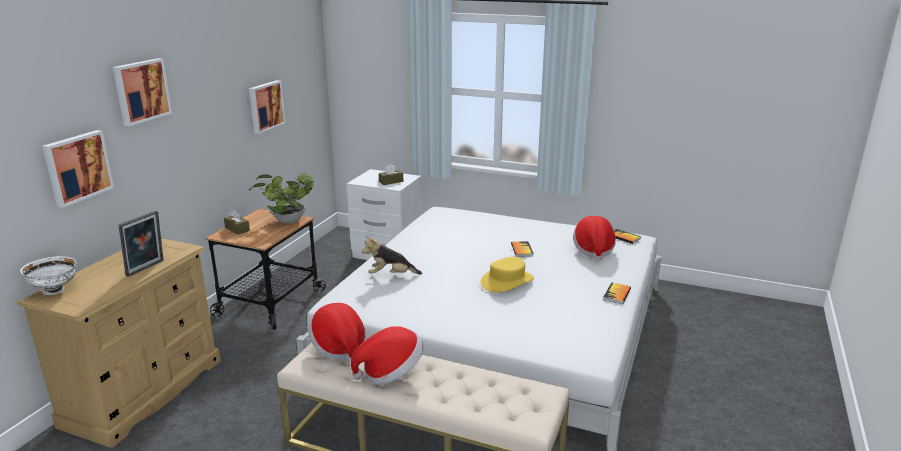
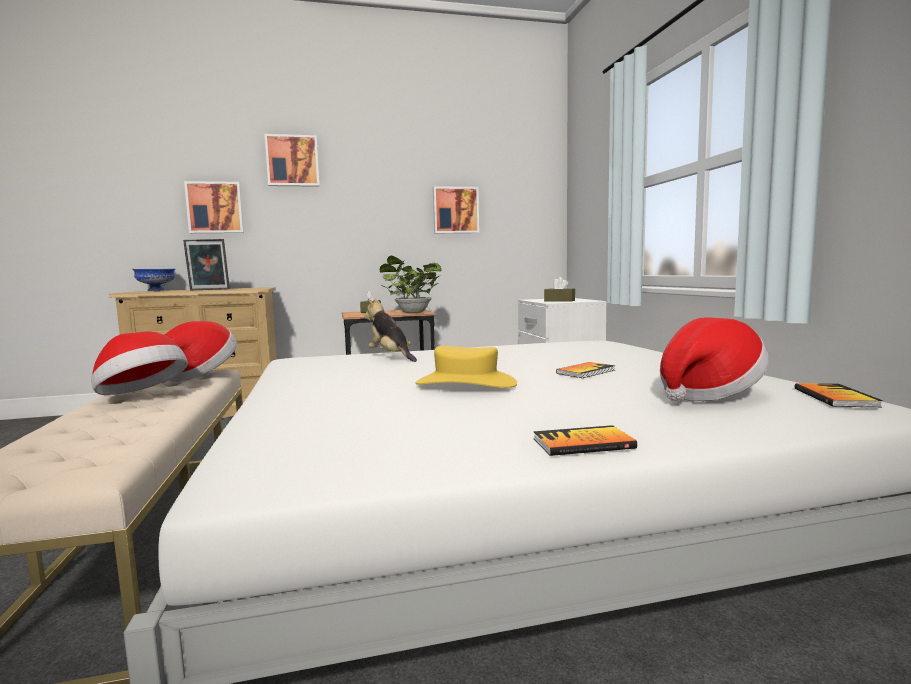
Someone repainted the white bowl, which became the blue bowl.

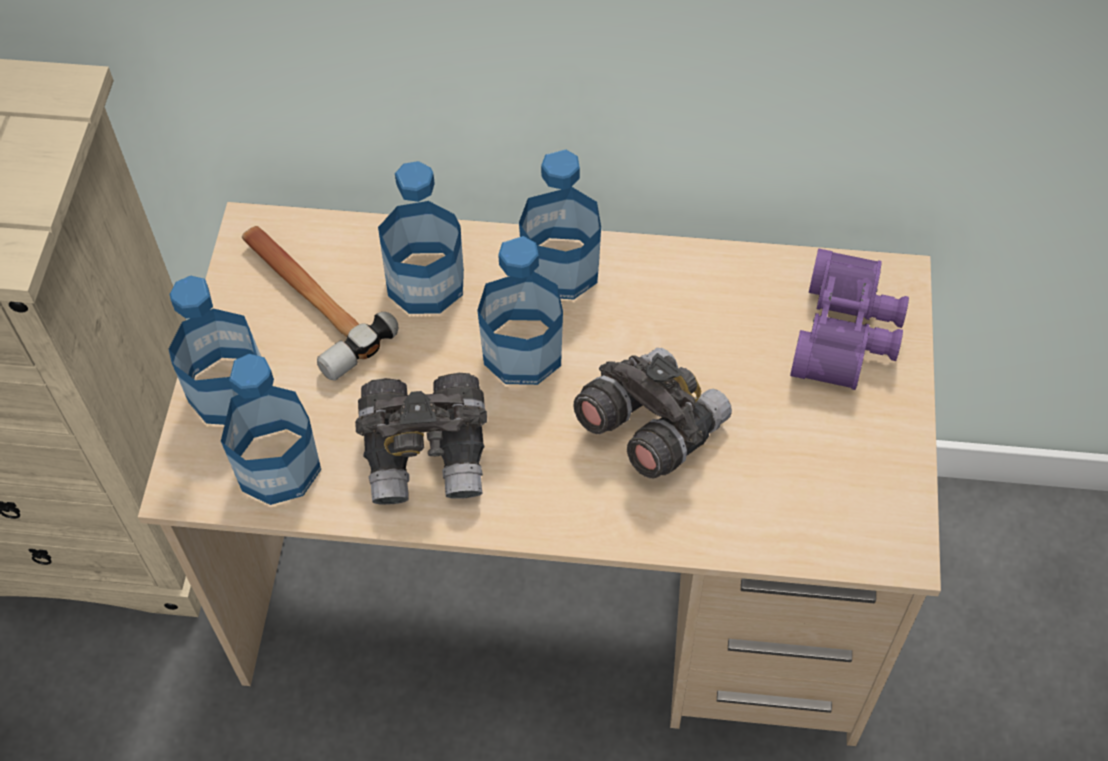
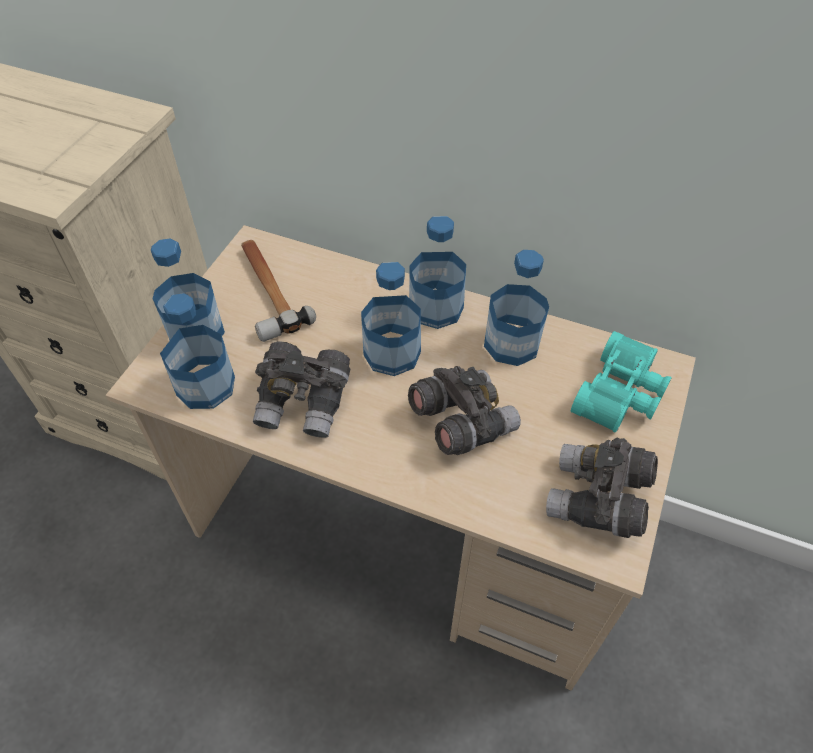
Someone put down the grey binoculars (no. 3 from left).
Someone carried the bottle (no. 3 from left in the first image).
Someone repainted the purple binoculars, which became the turquoise binoculars.

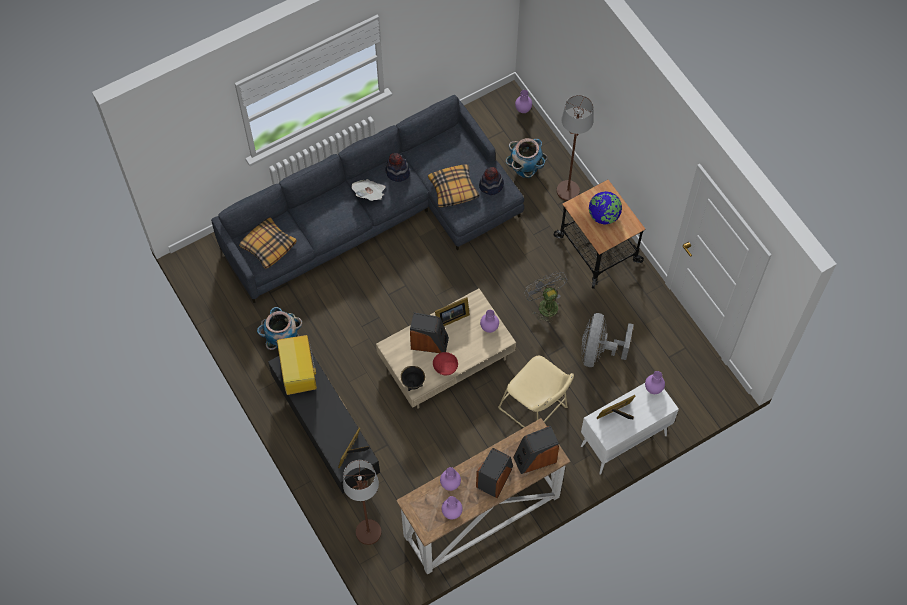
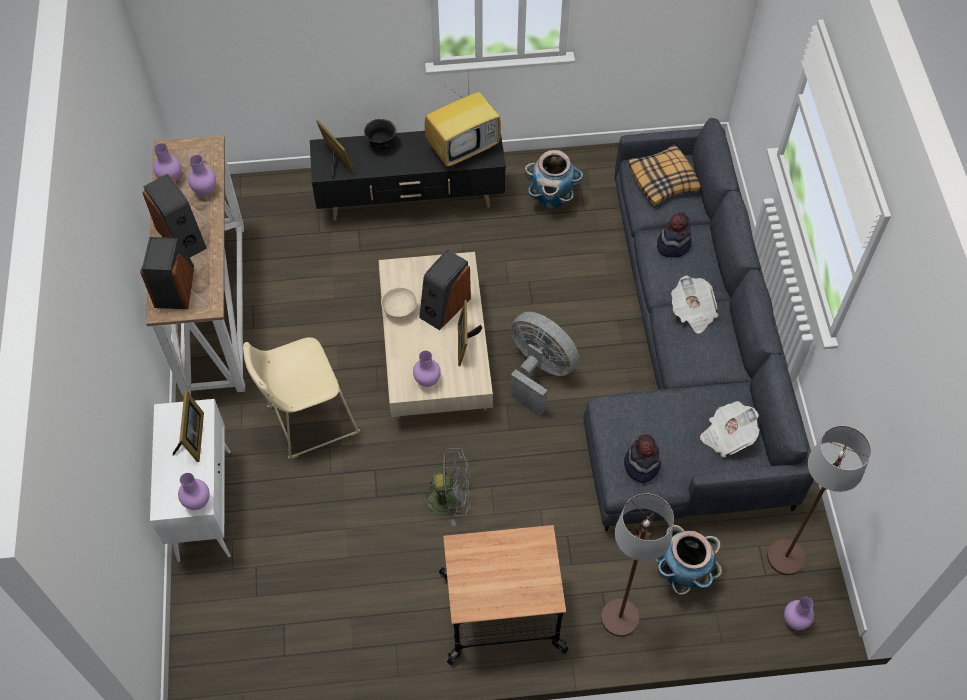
Someone took away the pillow (no. 2 from left).
Someone took away the globe.
Someone put down the newspaper (no. 2 from left).
Someone carried the brown floor lamp (no. 1 from left in the first image).
Someone carried the hat (no. 1 from left in the first image).
Someone carried the black bowl.
Someone carried the grey fan (no. 2 from left).
Someone repainted the red bowl, which became the beige bowl.
Someone rotated the television by 135 degrees clockwise.

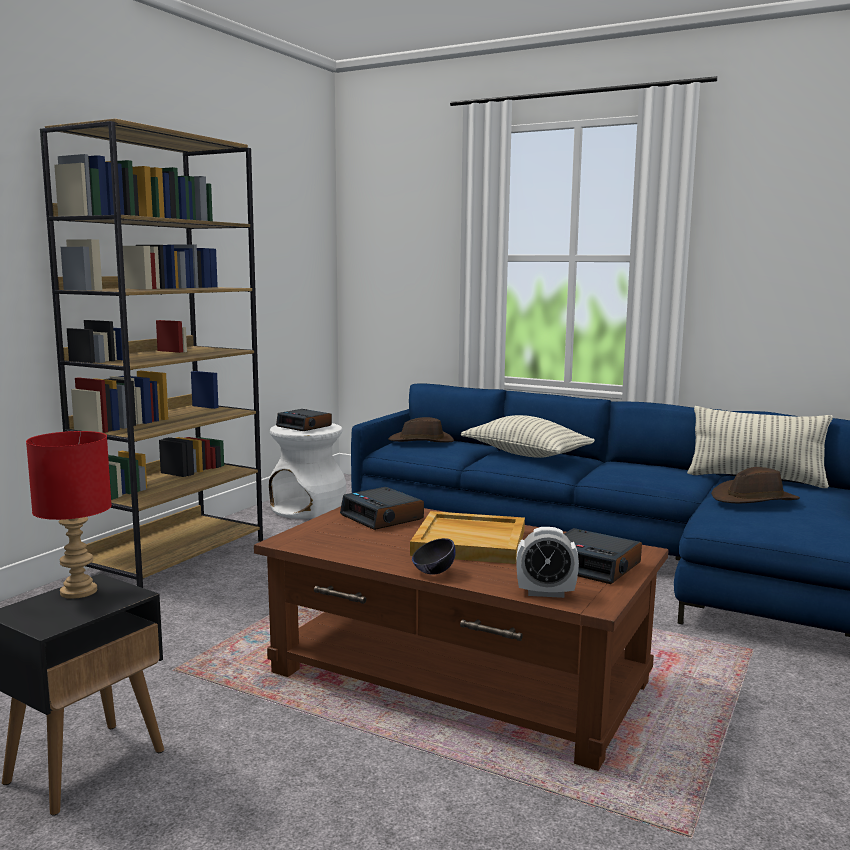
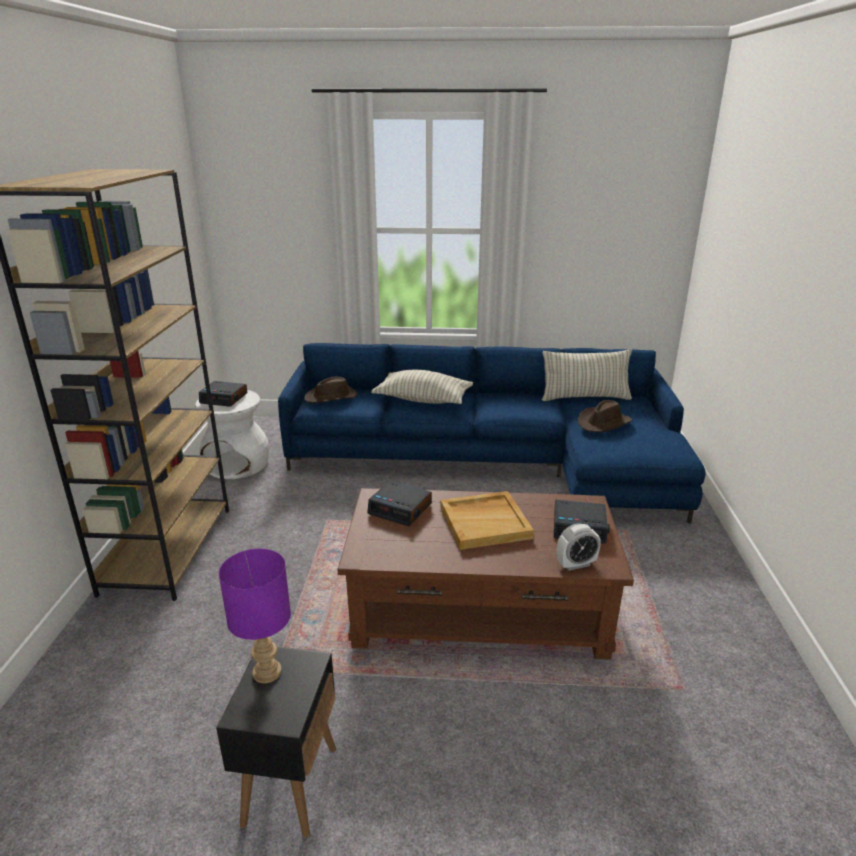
Someone took away the black bowl.
Someone repainted the red table lamp, which became the purple table lamp.

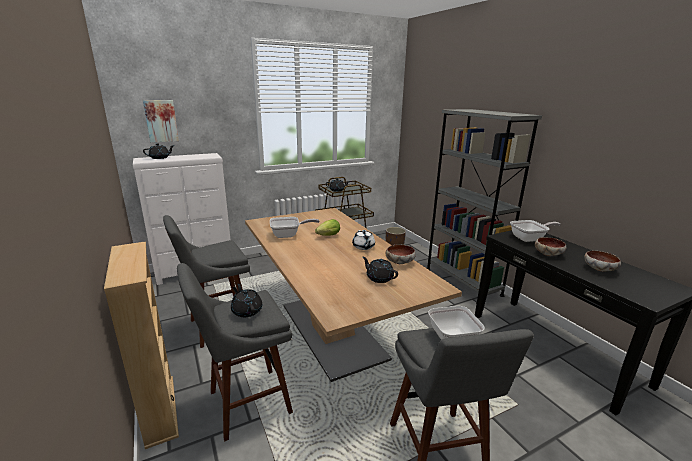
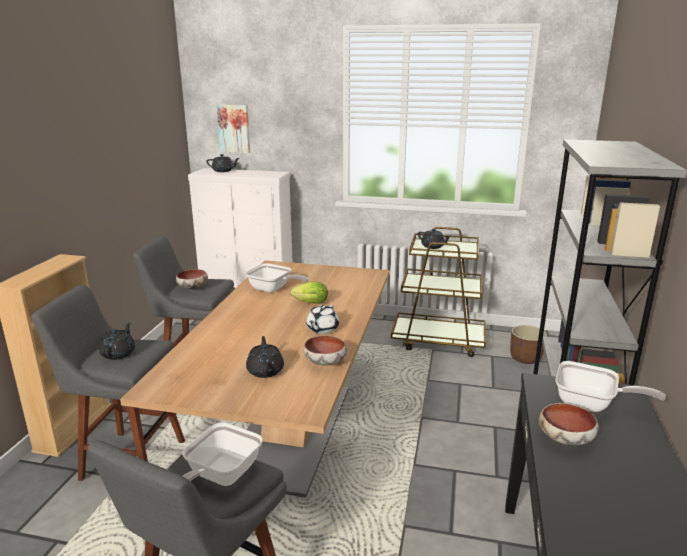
Someone carried the bowl (no. 3 from left in the first image).

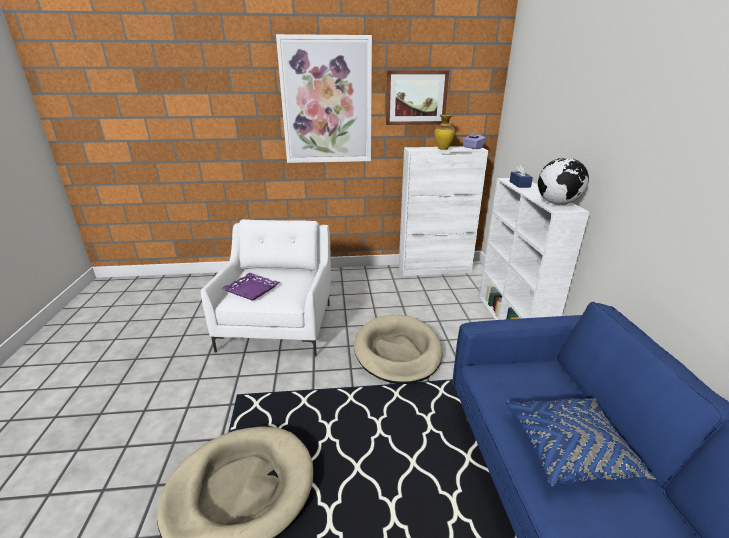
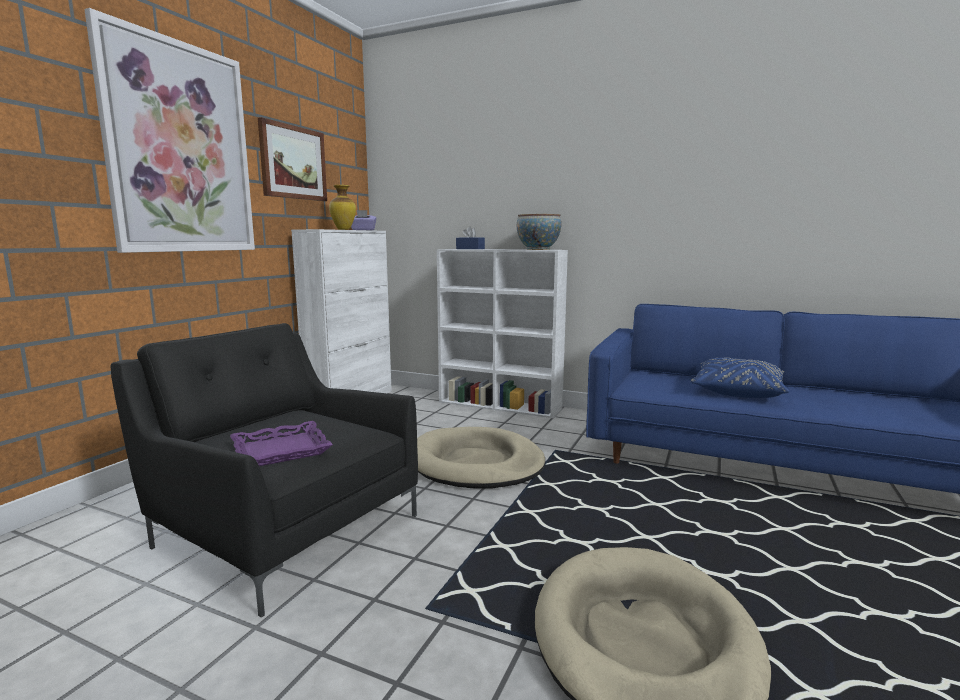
Someone swapped the globe for the bowl.
Someone repainted the white armchair, which became the black armchair.

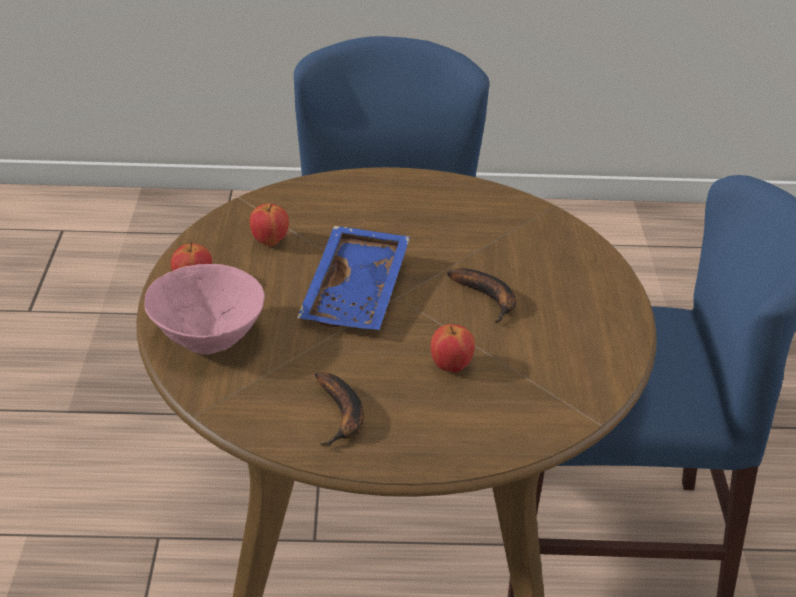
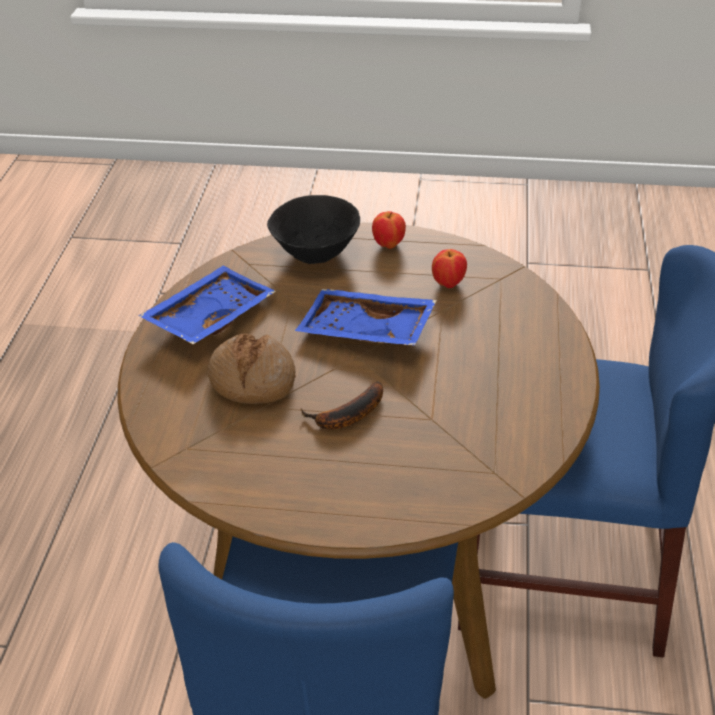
Someone swapped the banana (no. 1 from left) for the blue tray (no. 1 from left).
Someone swapped the apple (no. 3 from left) for the bread.
Someone repainted the pink bowl, which became the black bowl.

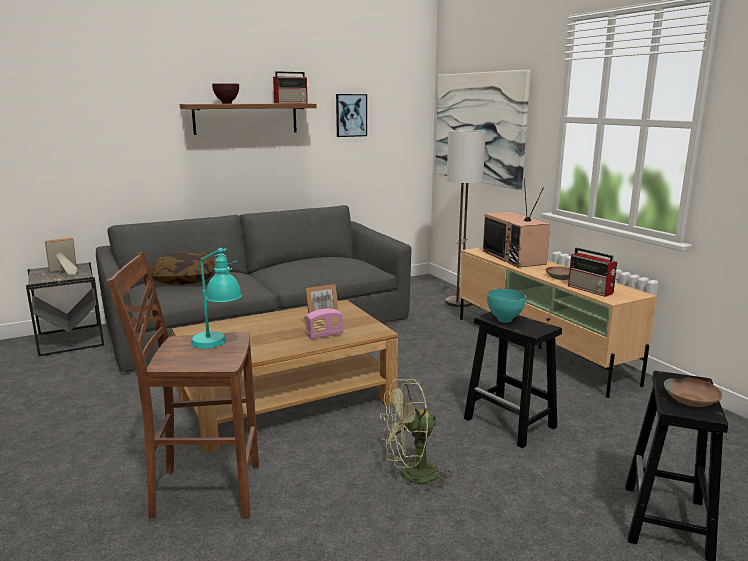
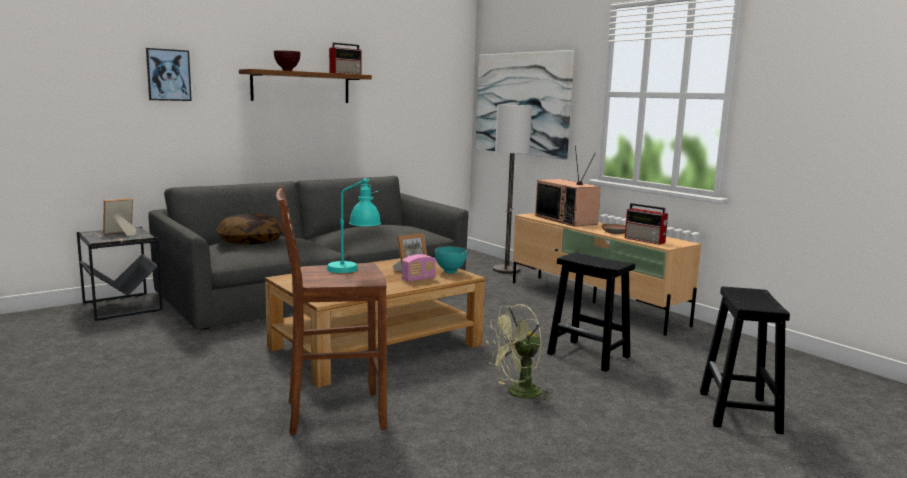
Someone took away the brown bowl (no. 3 from left).
Someone carried the picture (no. 1 from left).
Someone carried the turquoise bowl.

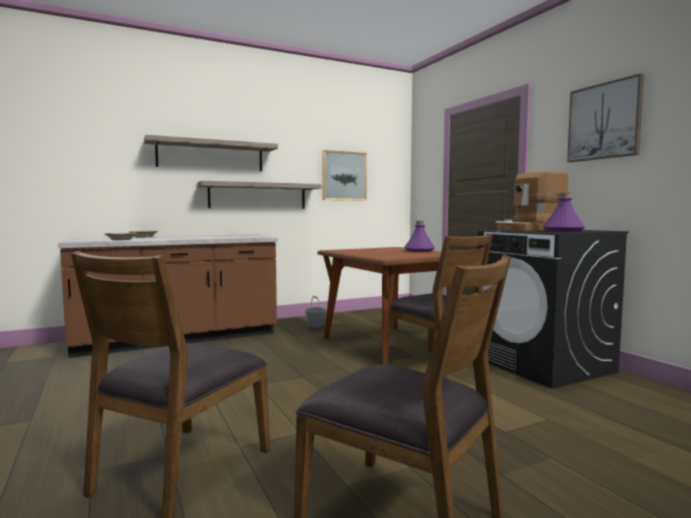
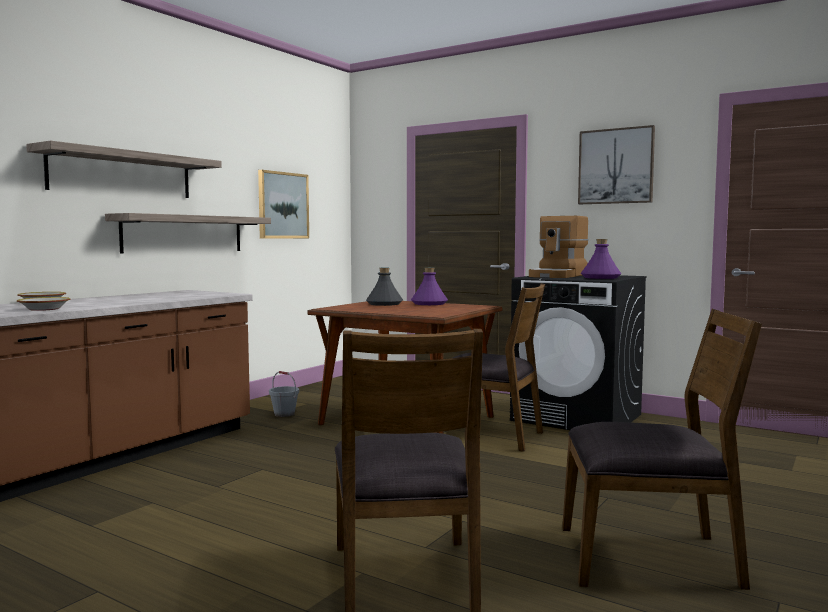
Someone put down the grey bottle.

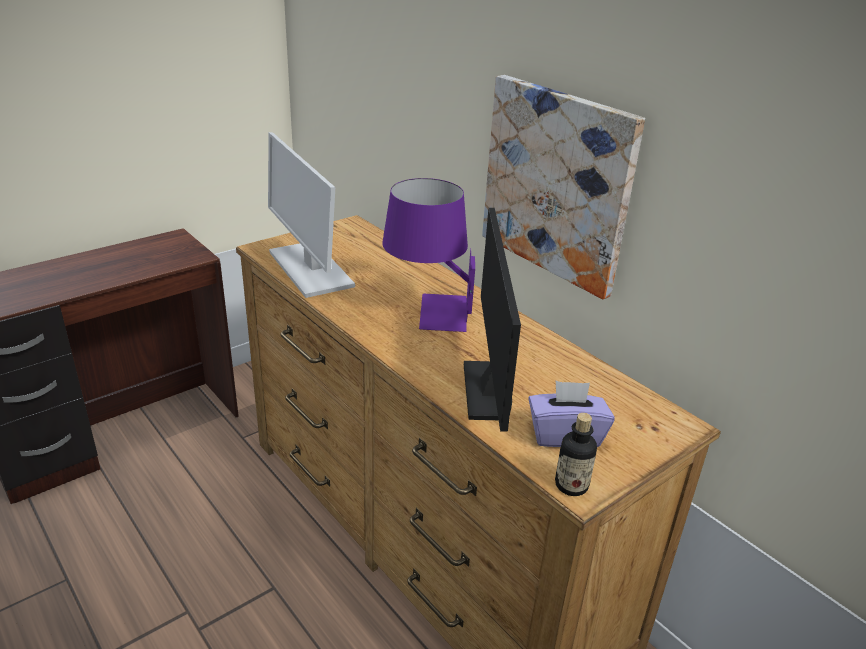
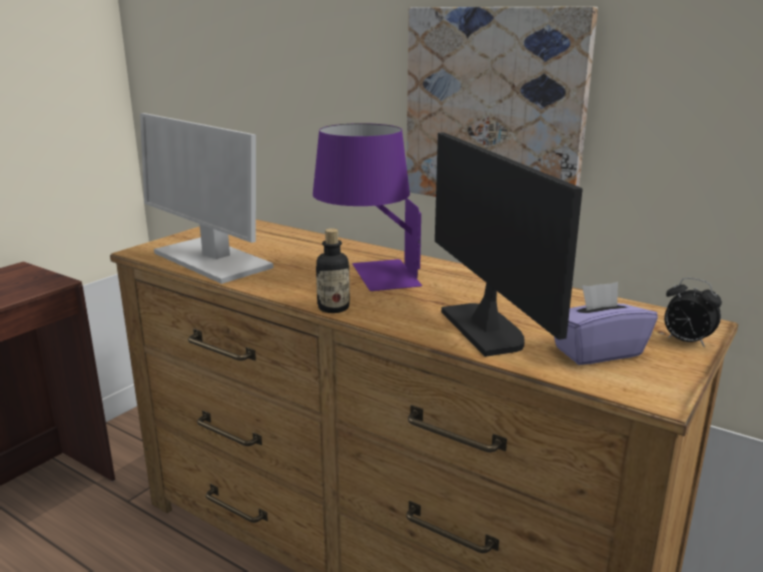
Someone put down the alarm clock.
Someone carried the bottle.

